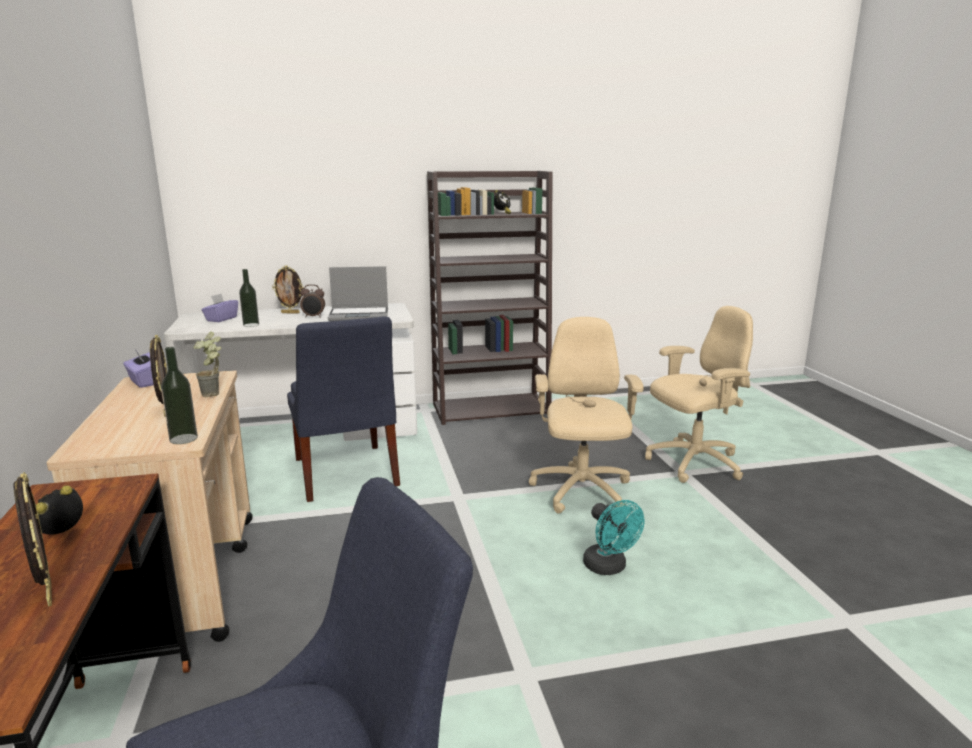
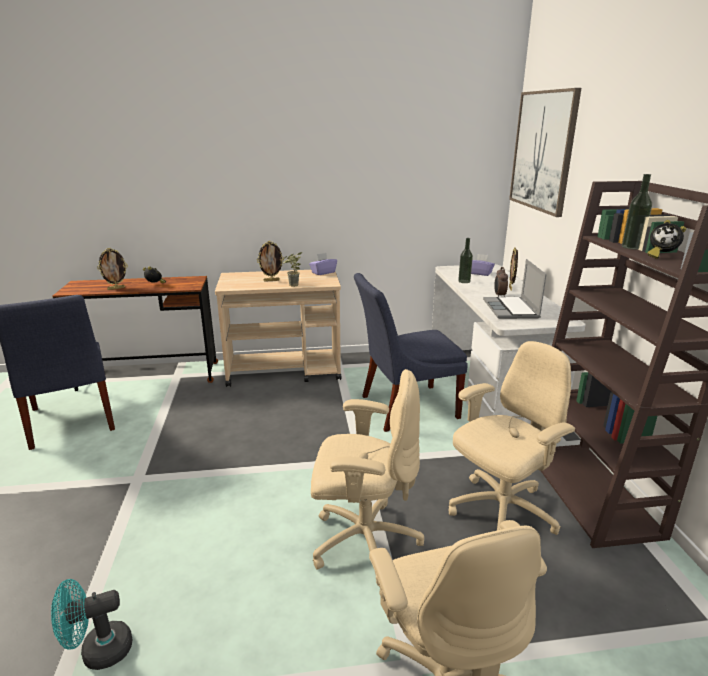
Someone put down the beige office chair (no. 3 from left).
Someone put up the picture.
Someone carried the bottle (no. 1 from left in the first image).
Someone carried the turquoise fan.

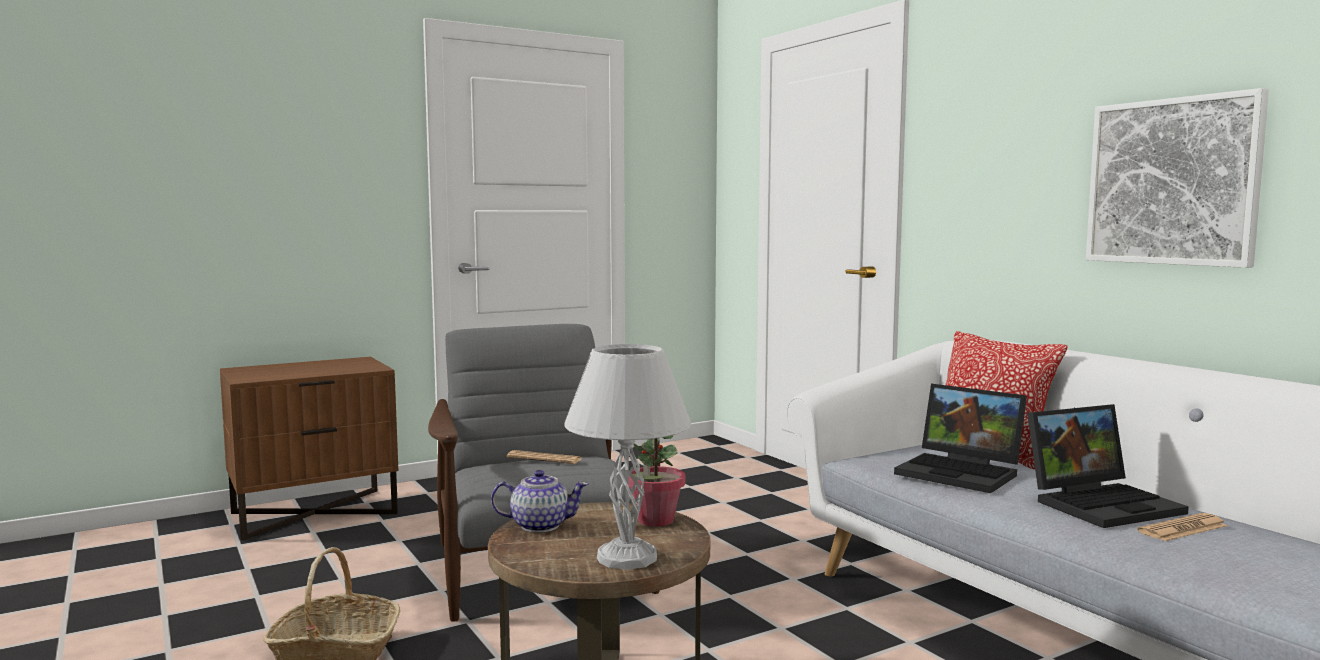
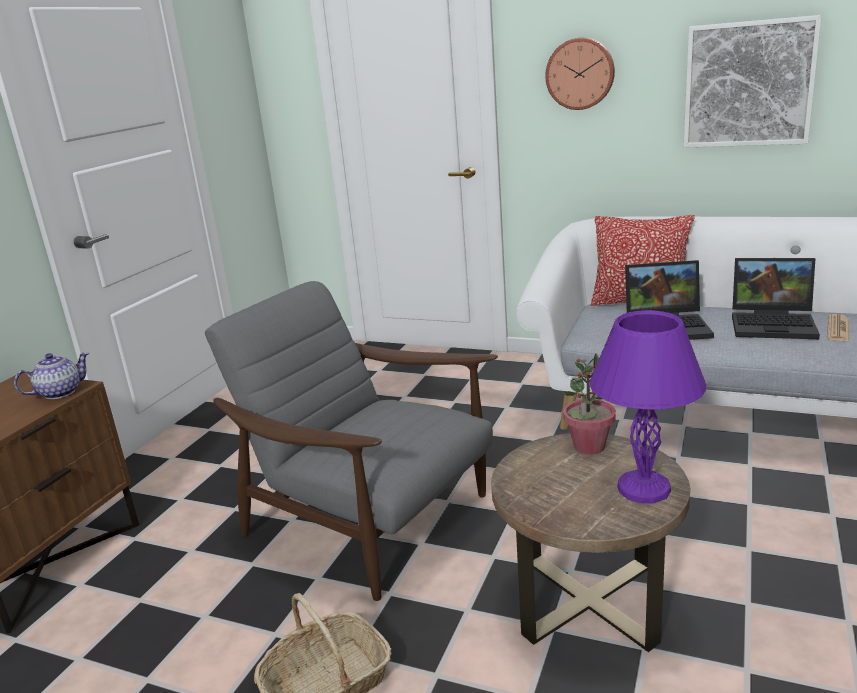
Someone took away the newspaper (no. 1 from left).
Someone put up the wall clock.
Someone carried the teapot.
Someone repainted the white table lamp, which became the purple table lamp.
Someone rotated the laptop (no. 2 from left) by 75 degrees clockwise.

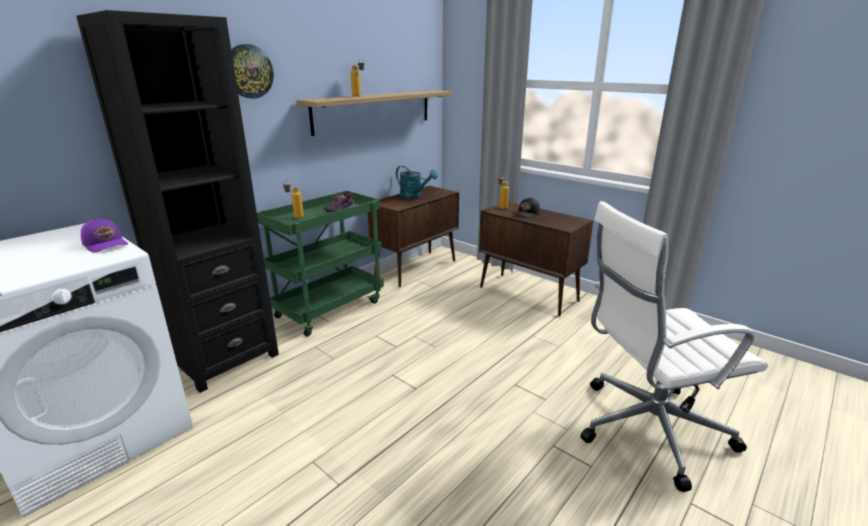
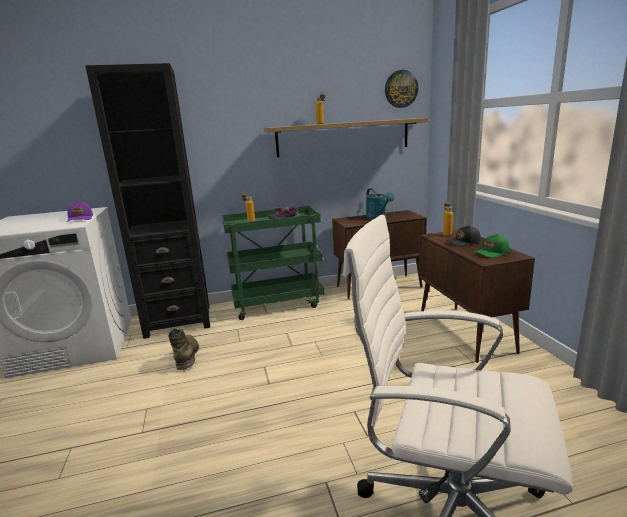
Someone put down the green boot.
Someone put down the green cap.
Someone carried the wall clock.

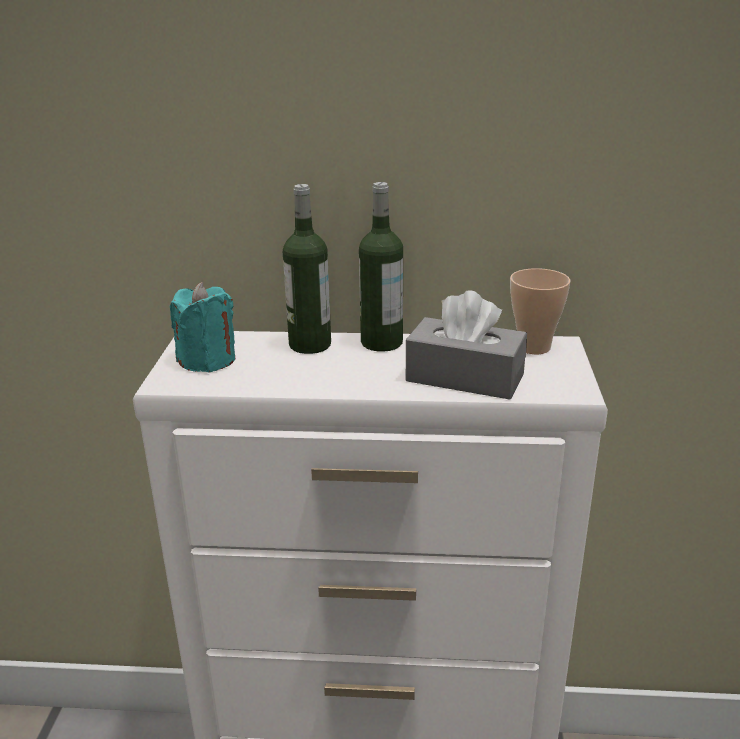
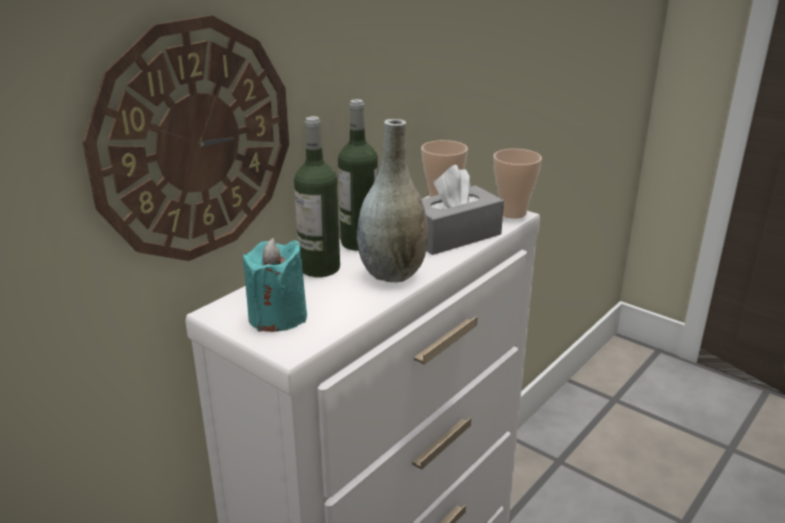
Someone put up the wall clock.
Someone put down the grey vase.
Someone put down the cup (no. 2 from left).

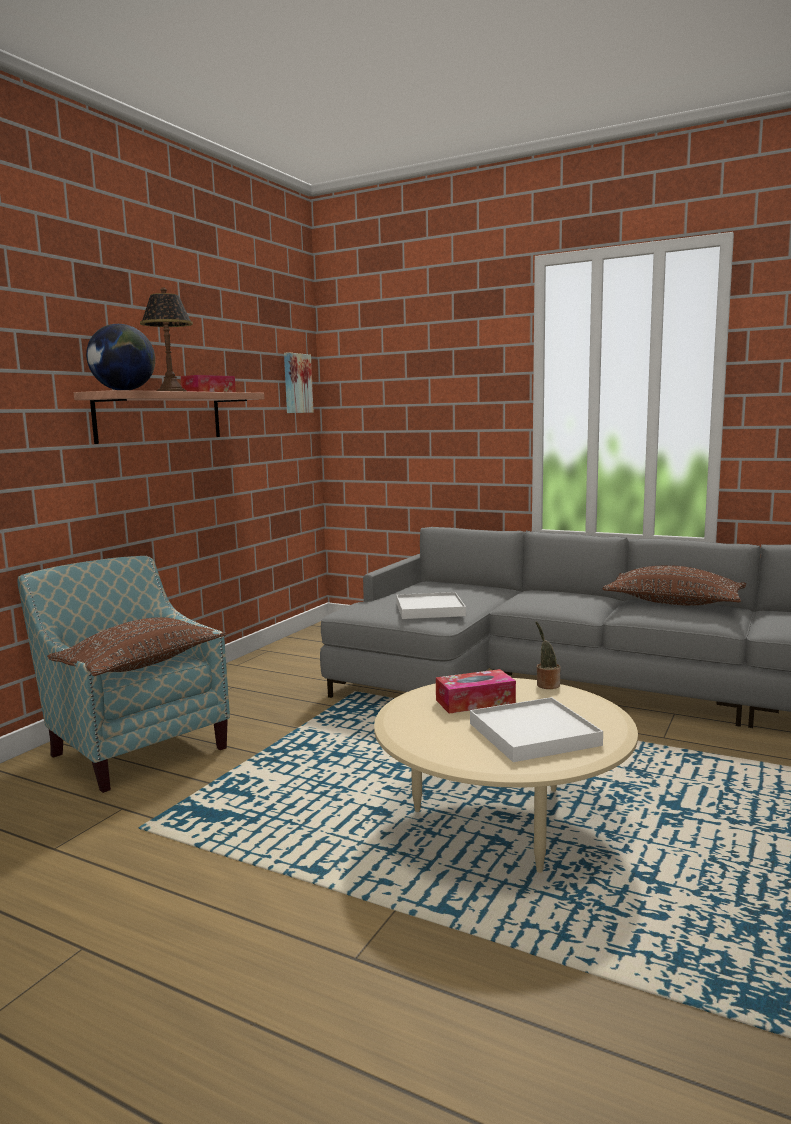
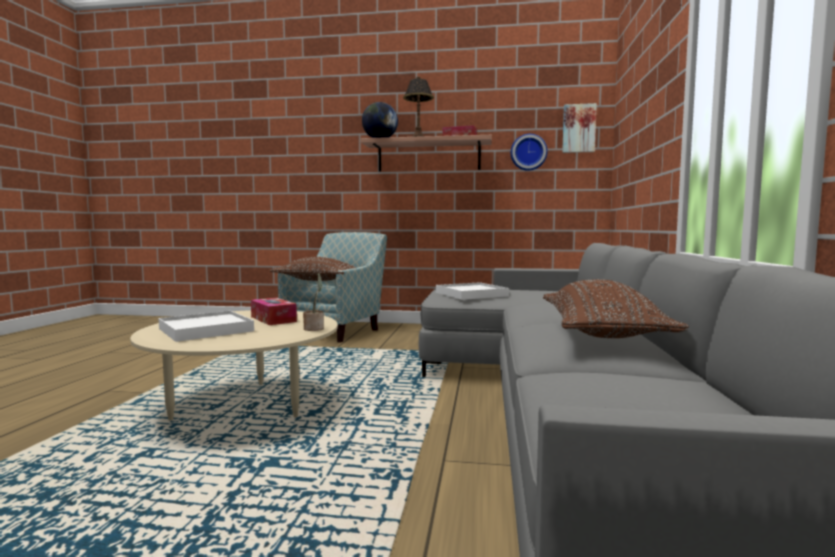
Someone put up the wall clock.

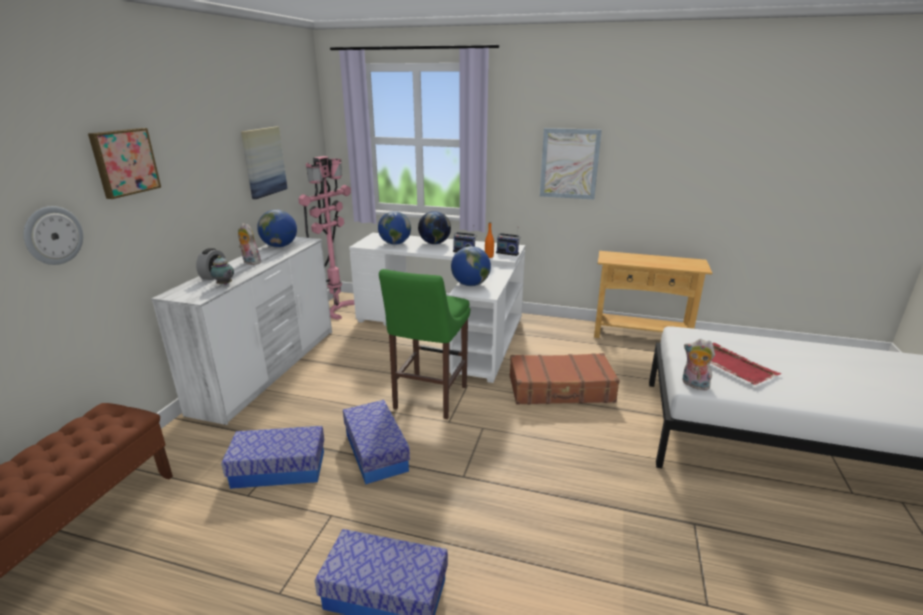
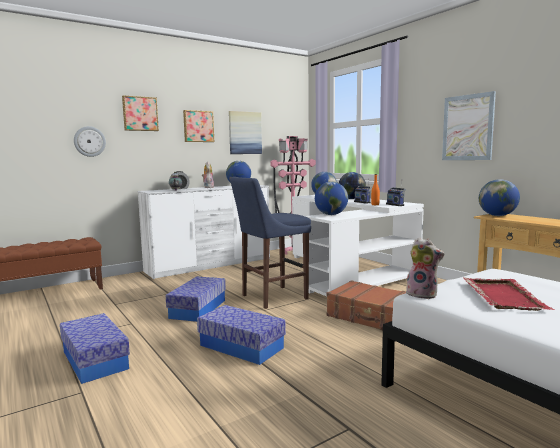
Someone put up the picture (no. 2 from left).
Someone put down the globe (no. 5 from left).
Someone carried the storage box (no. 1 from left in the first image).
Someone repainted the green stool, which became the blue stool.
Someone rotated the plush toy (no. 2 from left) by 135 degrees clockwise.

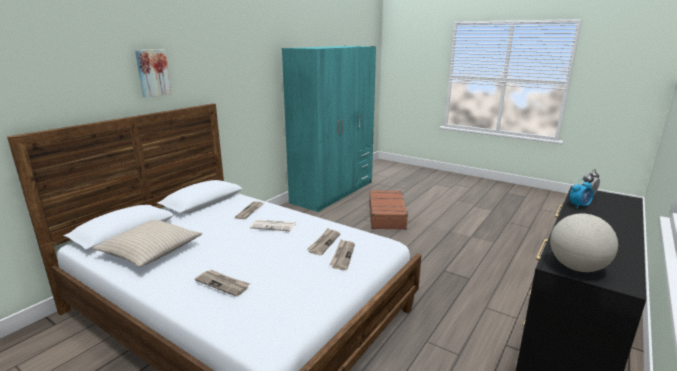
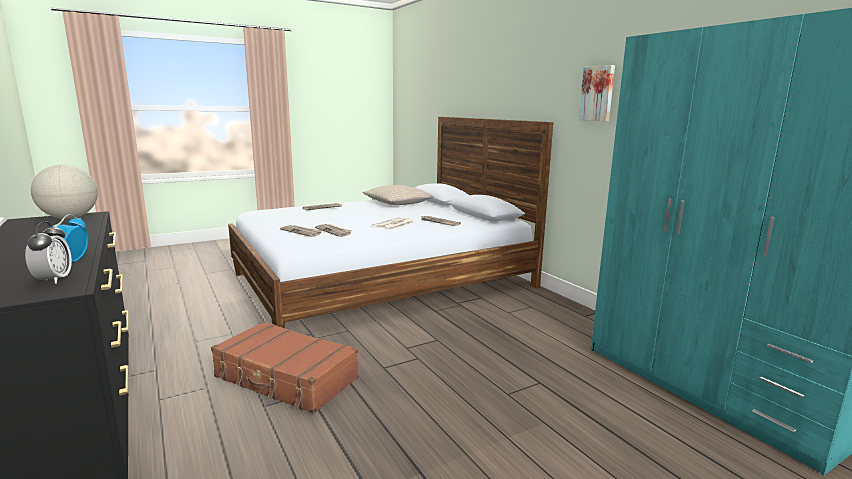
Someone carried the picture.
Someone carried the brown suitcase.

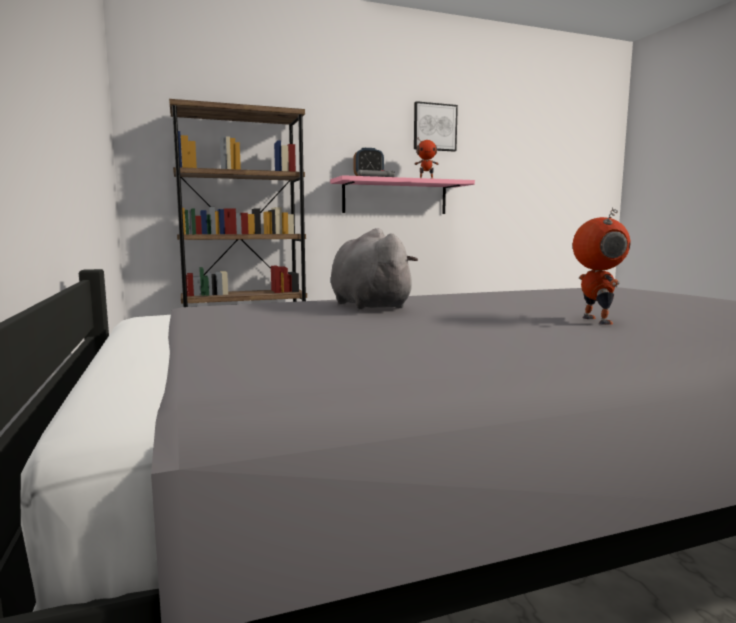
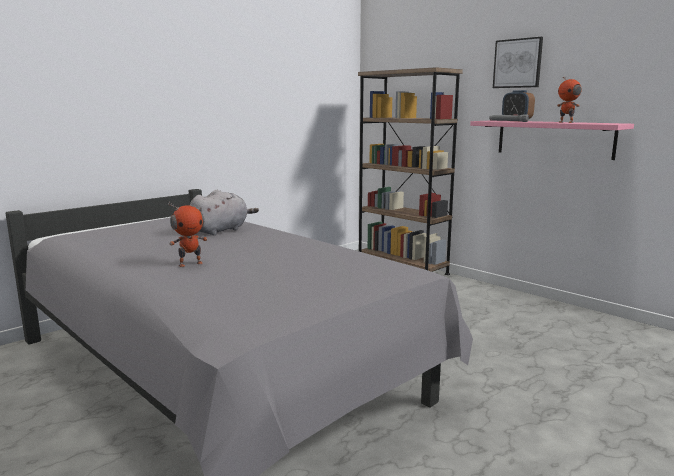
Someone carried the picture.

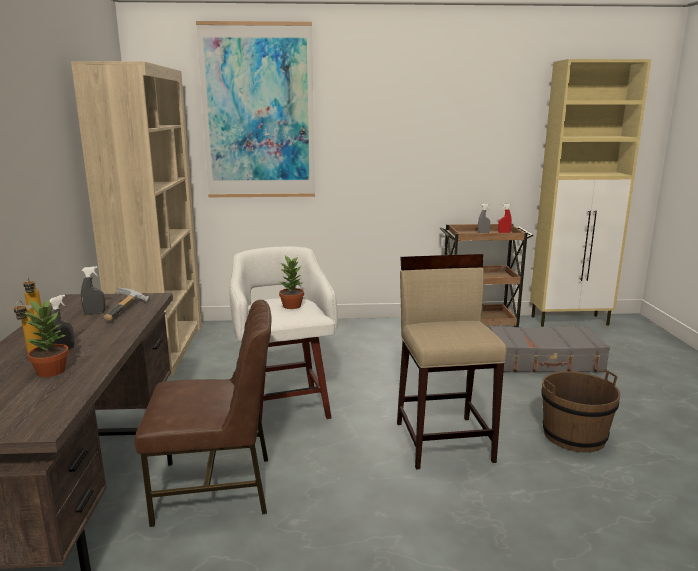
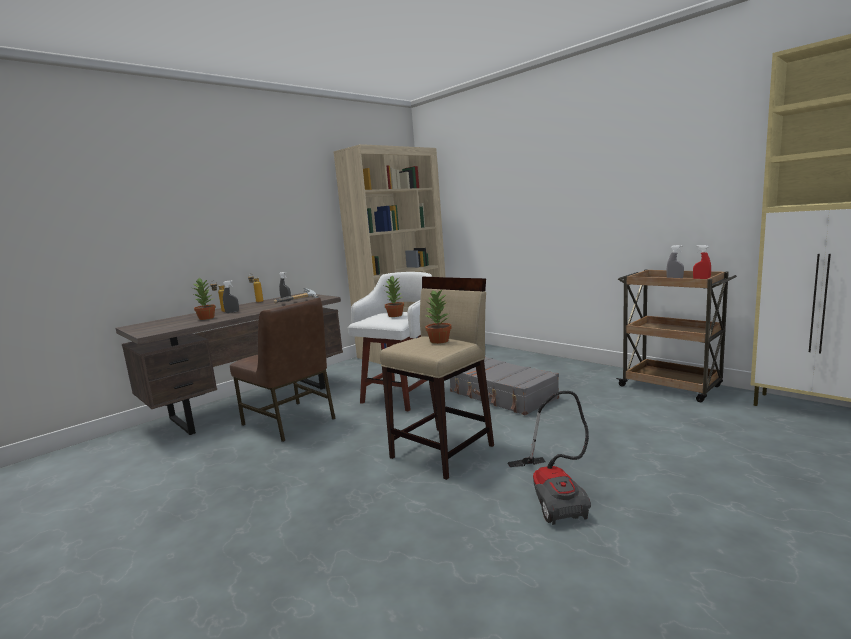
Someone took away the picture.
Someone put down the potted plant (no. 3 from left).
Someone carried the grey suitcase.
Someone swapped the brown bucket for the vacuum cleaner.

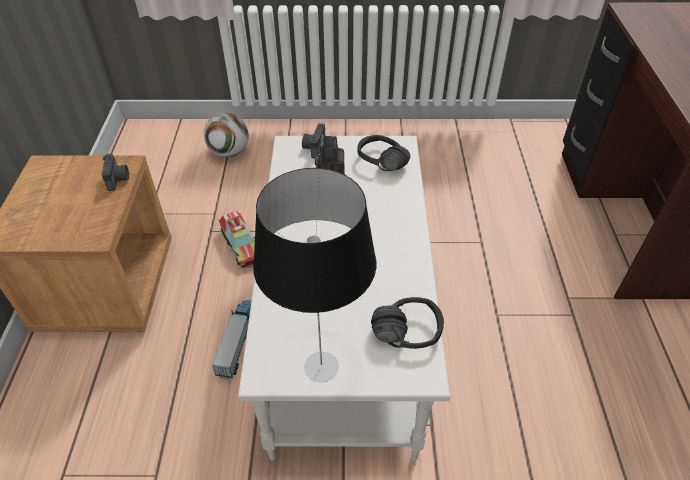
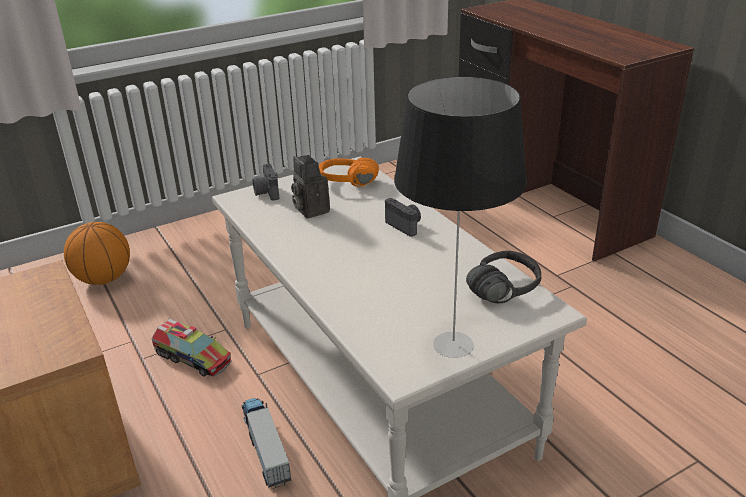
Someone carried the photo camera (no. 1 from left in the first image).
Someone swapped the football for the basketball.
Someone repainted the black headphones (no. 1 from left), which became the orange headphones.

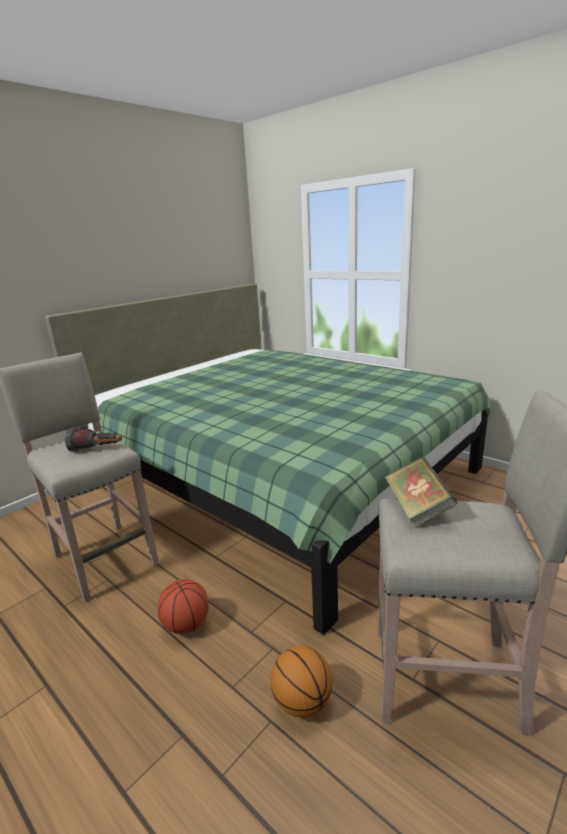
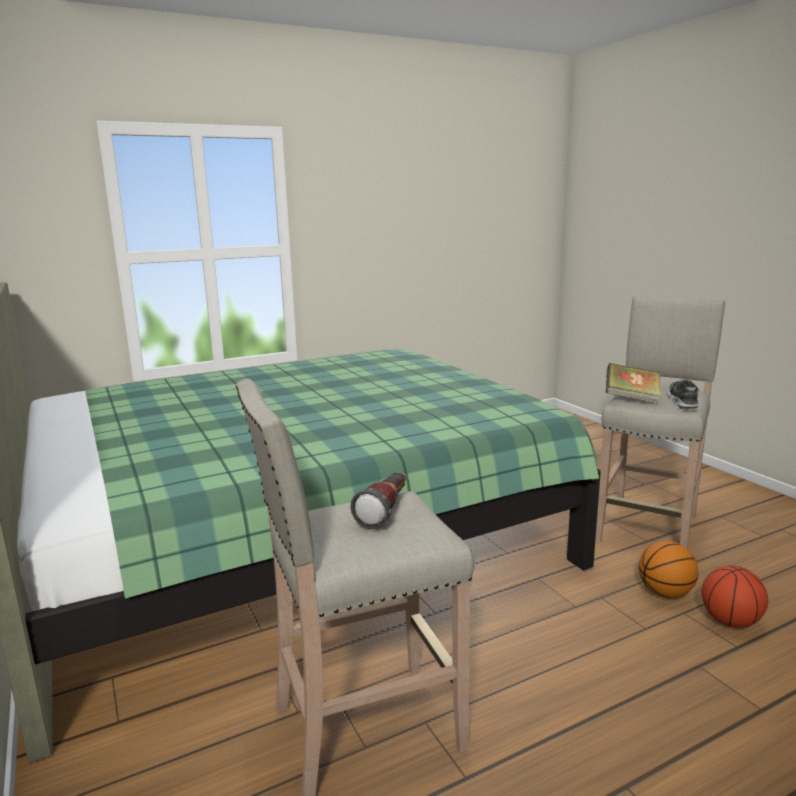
Someone put down the shoe.
Someone carried the basketball (no. 1 from left in the first image).

